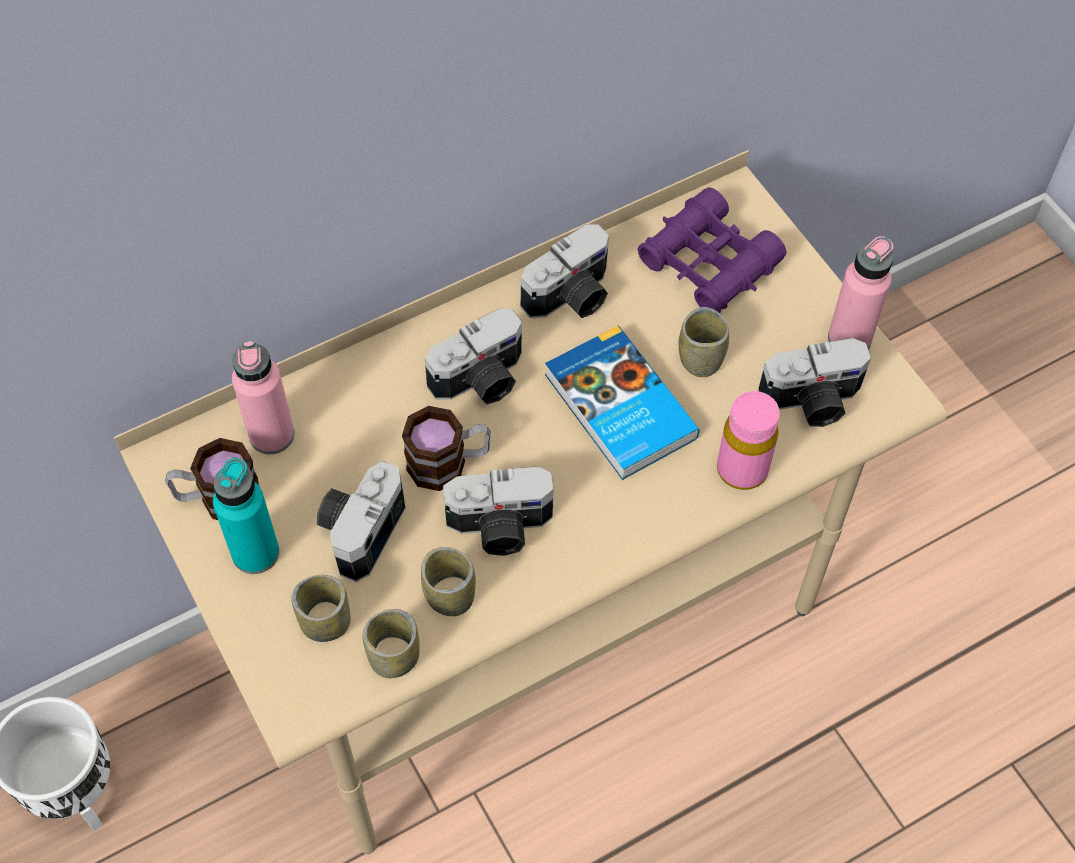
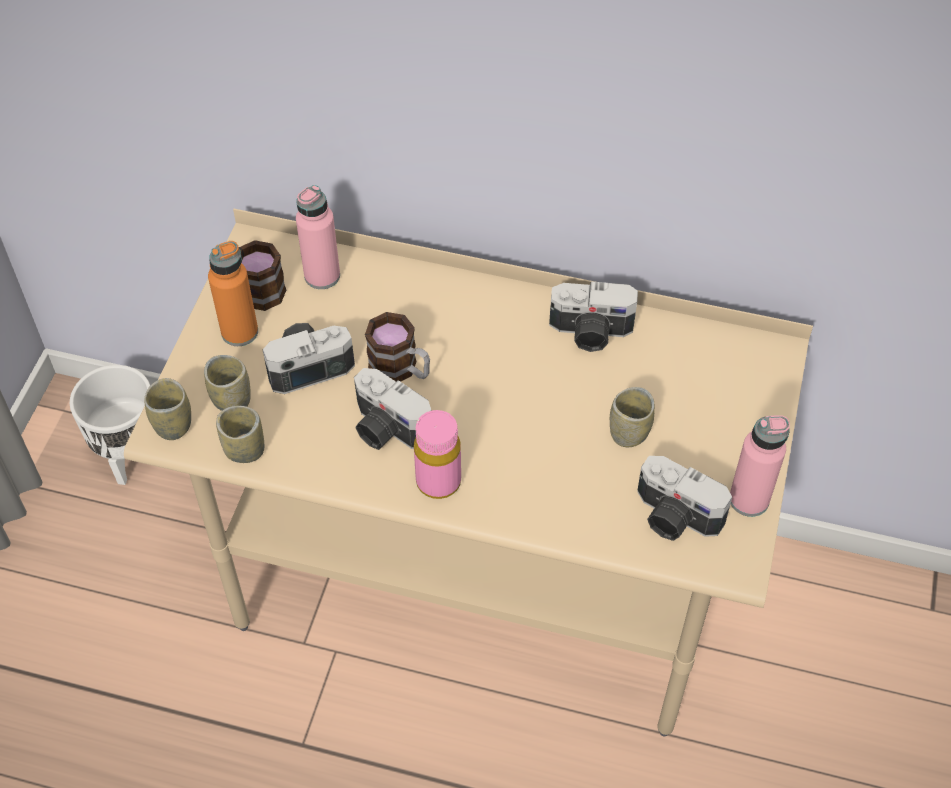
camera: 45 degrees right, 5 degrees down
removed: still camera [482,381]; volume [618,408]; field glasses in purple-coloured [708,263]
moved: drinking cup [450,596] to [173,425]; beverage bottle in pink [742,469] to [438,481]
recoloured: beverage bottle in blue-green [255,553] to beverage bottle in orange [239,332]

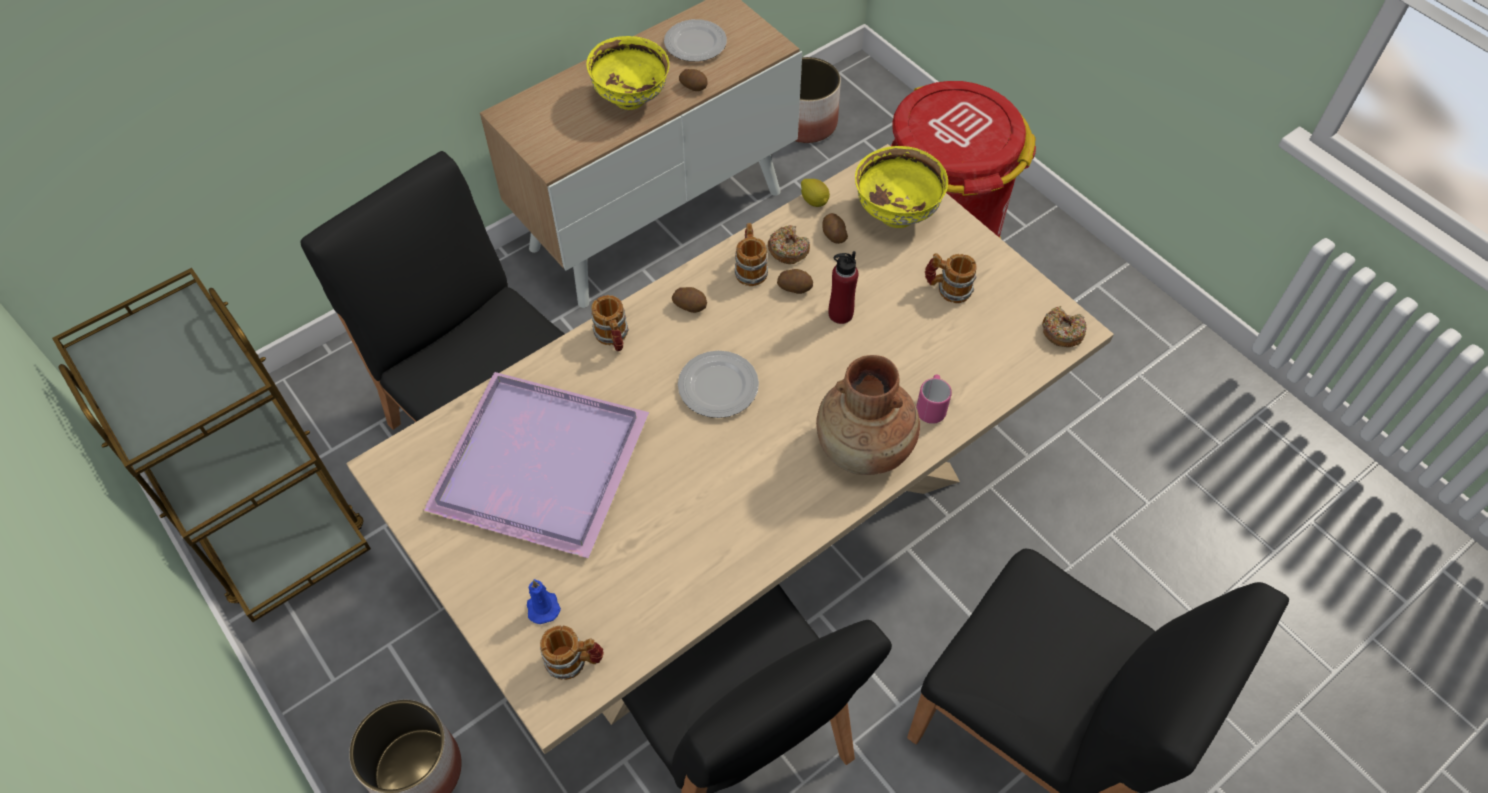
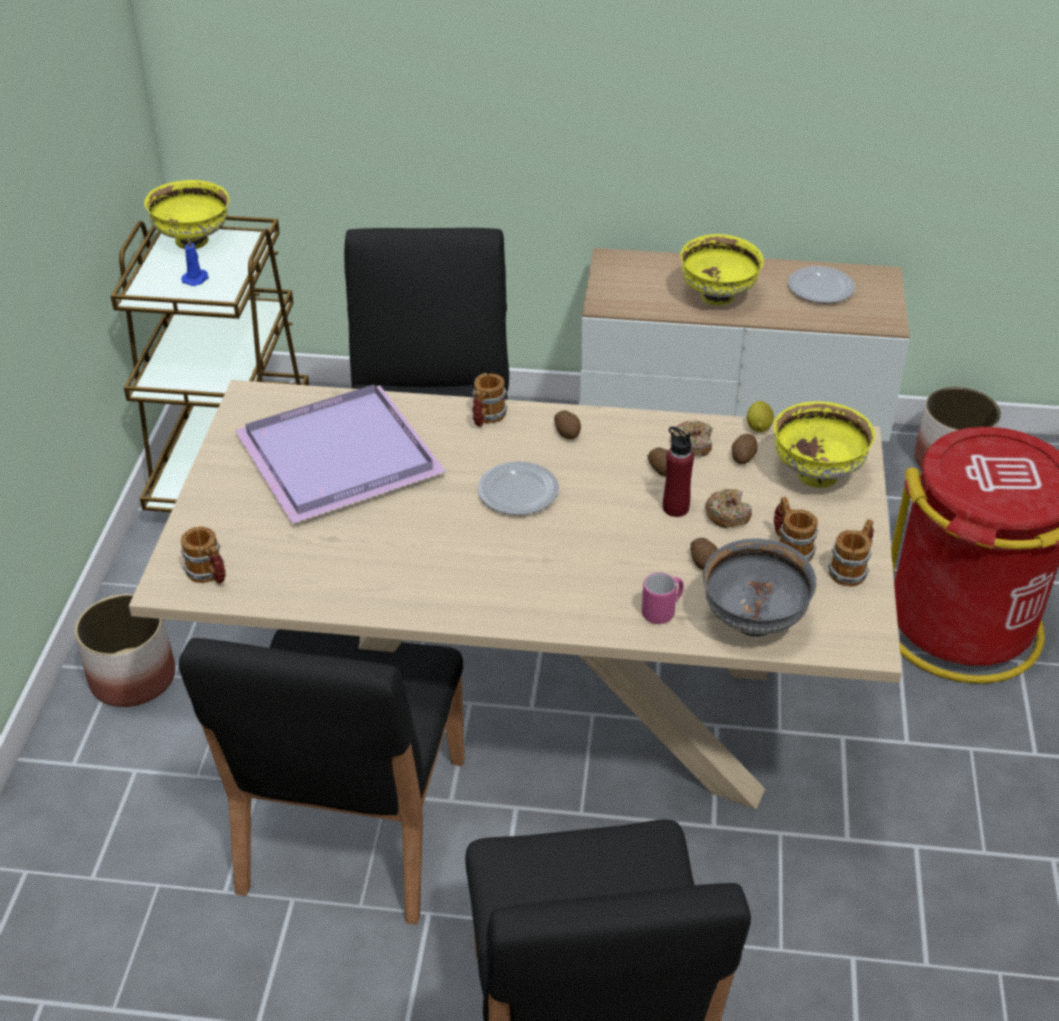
camera: 45 degrees right, 15 degrees down
removed: flower vase in brownish [864,448]
added: deep dish in yellowish [194,241]; deep dish in grey [754,623]
moved: candle in blue [543,606] to [196,279]; spud [694,86] to [704,562]; ring doughnut [1062,332] to [727,514]; coffee mug [750,268] to [851,569]

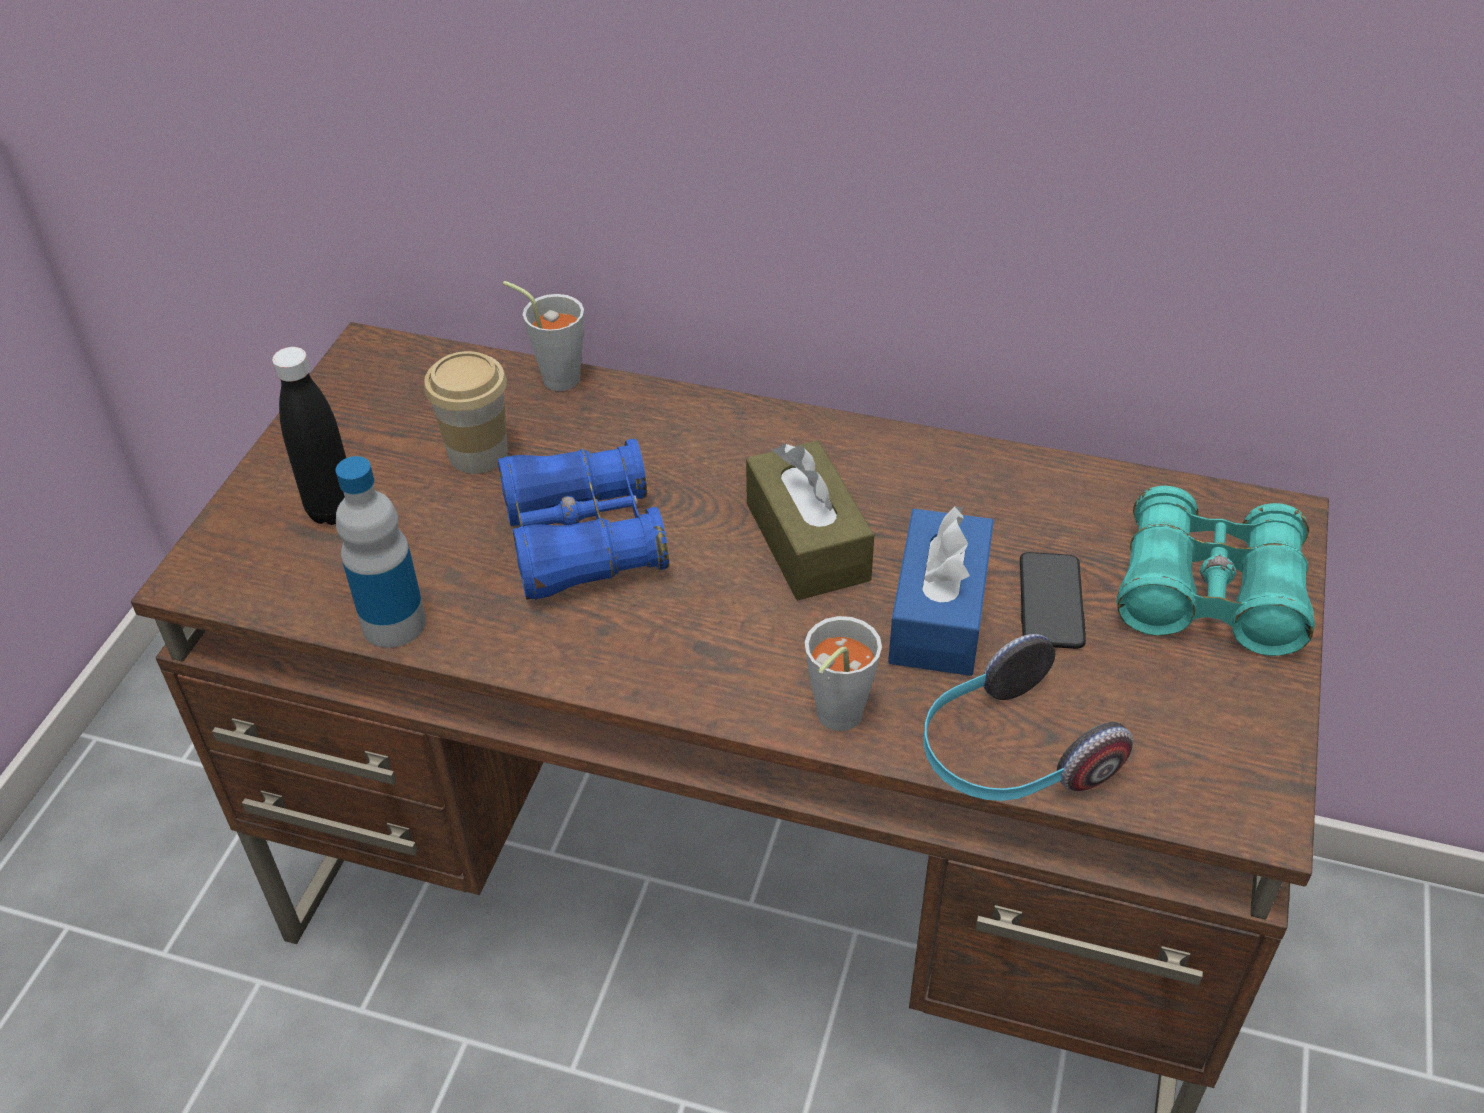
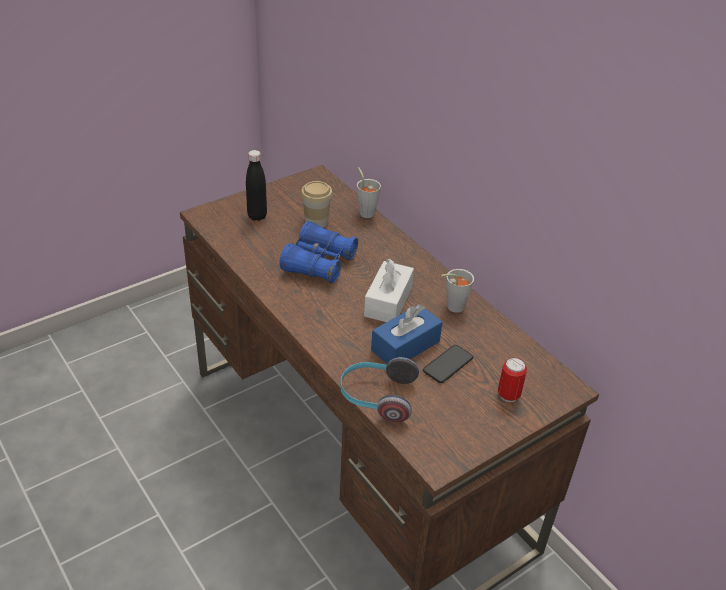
camera: 35 degrees right, 5 degrees down
removed: beverage bottle [394,623]
moved: drinking cup in grey [833,720] to [451,307]
replaced: field glasses in blue-green [1209,594] to can [508,395]
recoloured: box of tissues in brownish [807,541] to box of tissues in white [388,302]

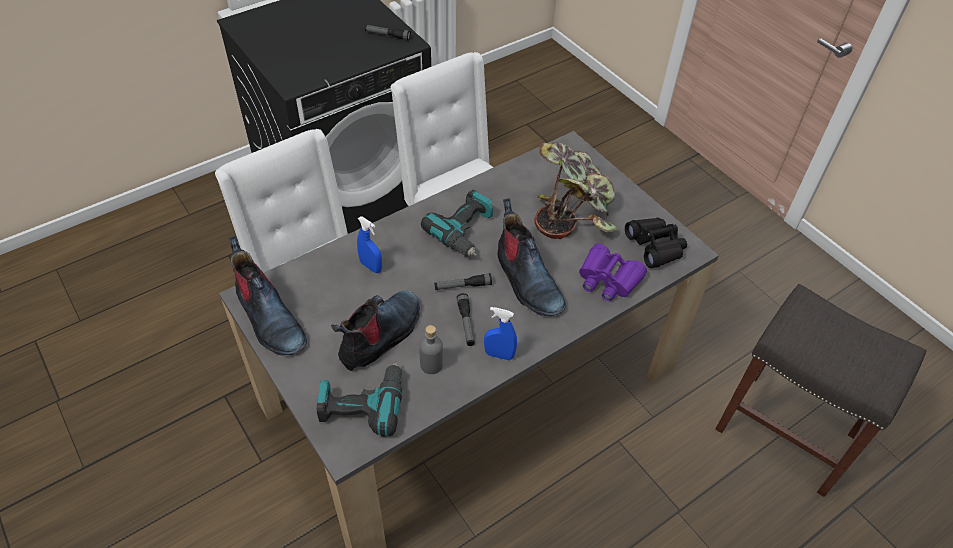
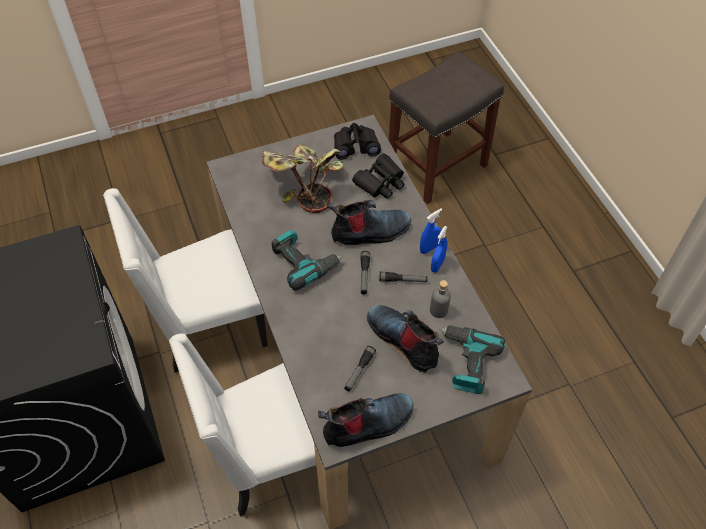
camera: 75 degrees left, 5 degrees up
moved: flashlight [387,35] to [359,371]; hand sprayer in blue [371,266] to [429,248]
recoloured: field glasses in purple-coloured [608,279] to field glasses in black [380,182]

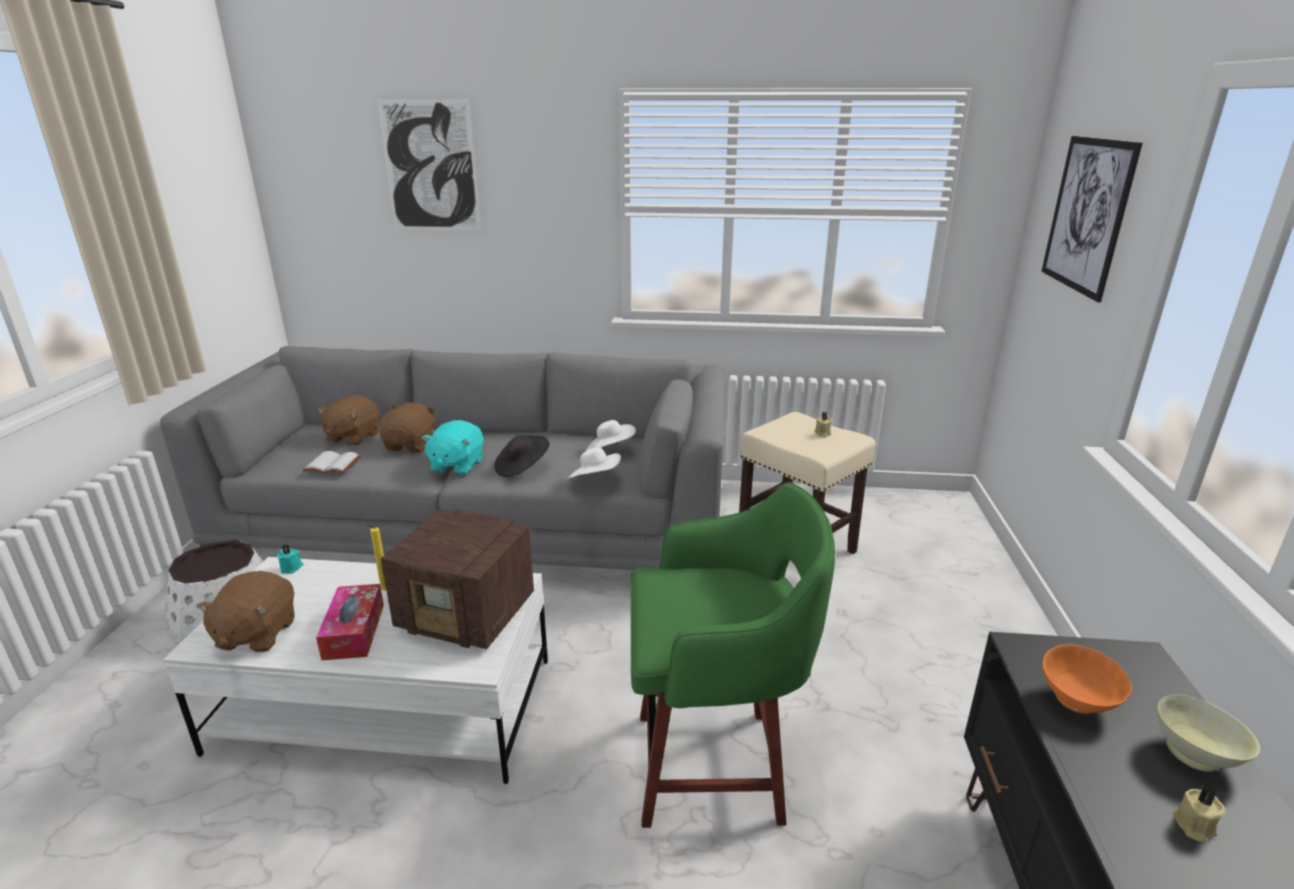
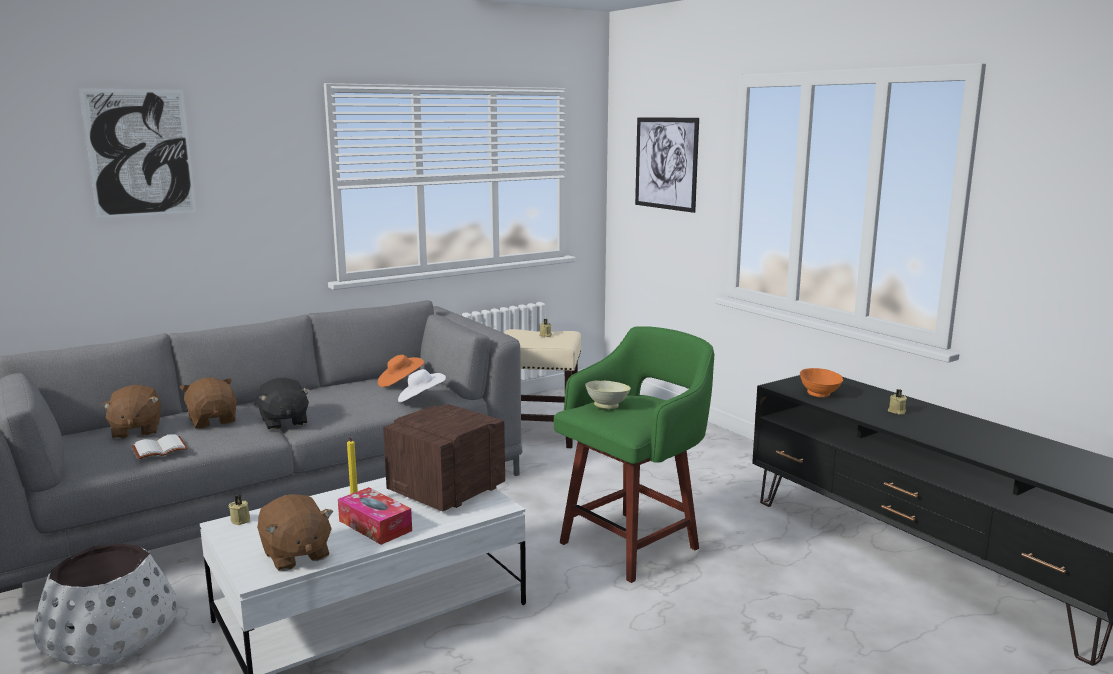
camera: 40 degrees left, 10 degrees down
removed: hat in black [522,468]
moved: deep dish in beige-coloured [1196,756] to [608,406]
recoloured: candle in blue-green [292,568] to candle in beige-coloured [241,520]; plush toy in blue-green [456,466] to plush toy in black [284,422]; hat in white [610,451] to hat in orange [400,383]
turned: radio set [468,615] = [444,491] 150 degrees clockwise

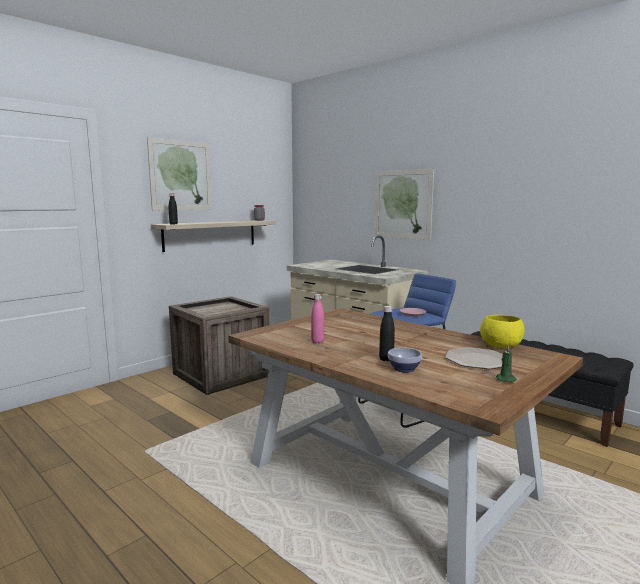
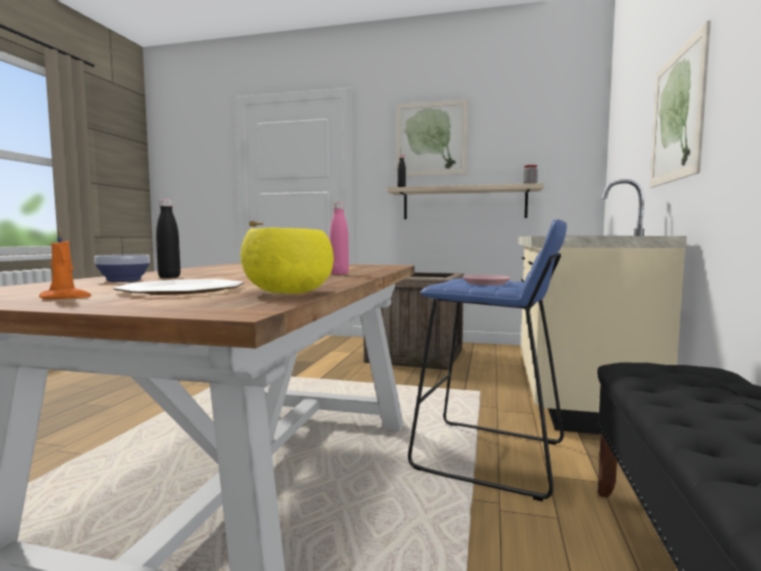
camera: 60 degrees right, 5 degrees down
moved: beverage bottle in pink [317,342] to [339,274]
recoloured: candle in greenish [505,379] to candle in orange [66,297]

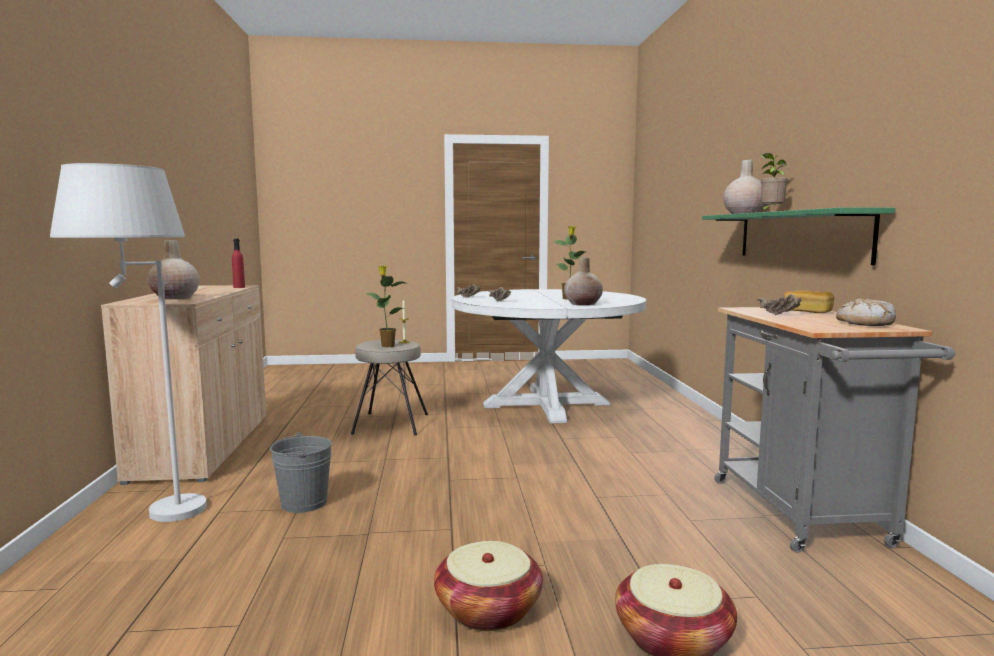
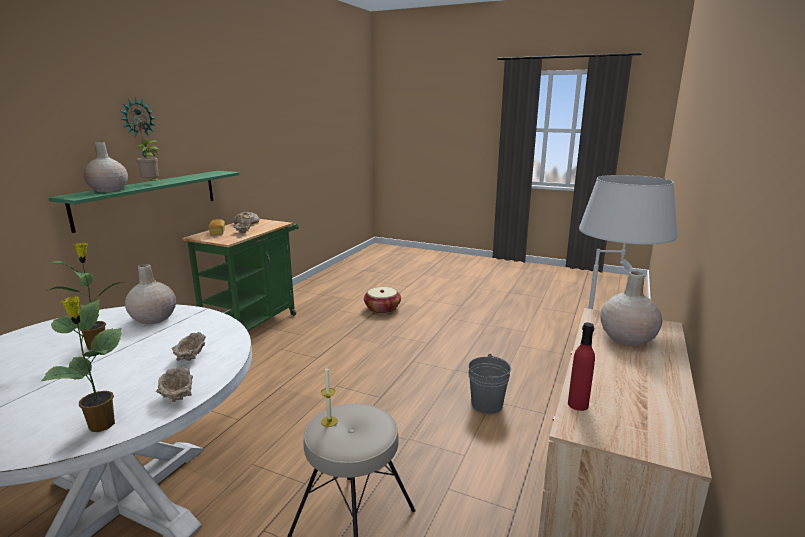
camera: 150 degrees left, 10 degrees up
removed: basket [488,610]
added: hanging clock [139,134]
moved: plant in a pot [387,346] to [102,426]
recoloured: cart in grey [805,517] to cart in greenish [255,323]

